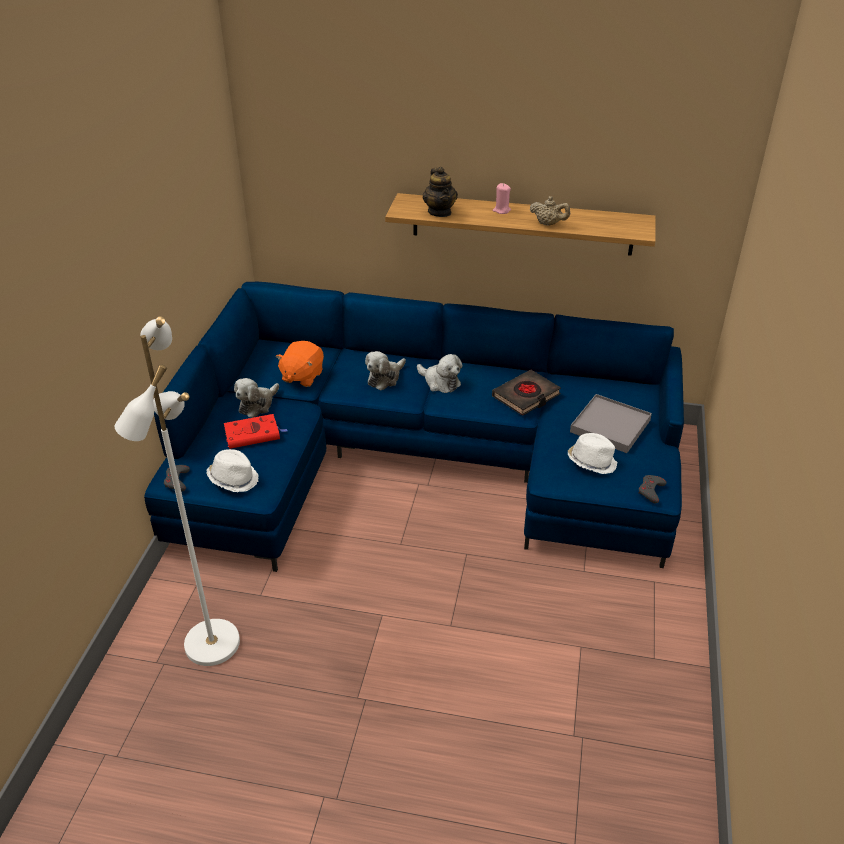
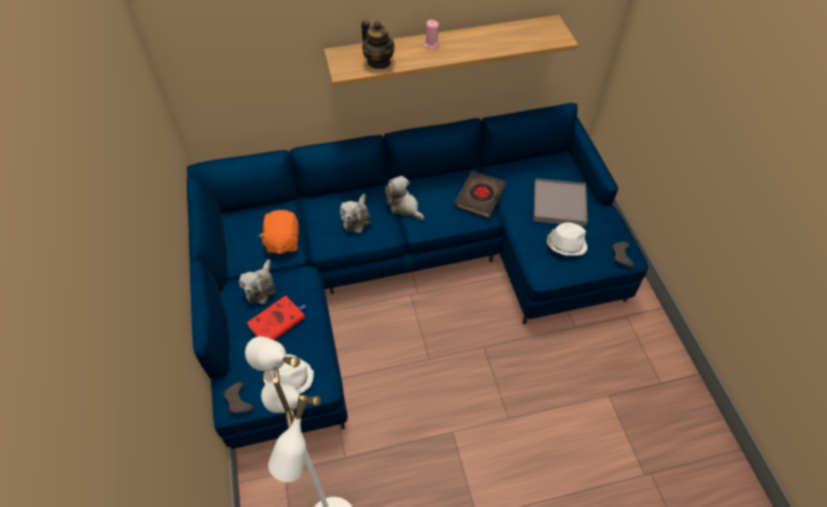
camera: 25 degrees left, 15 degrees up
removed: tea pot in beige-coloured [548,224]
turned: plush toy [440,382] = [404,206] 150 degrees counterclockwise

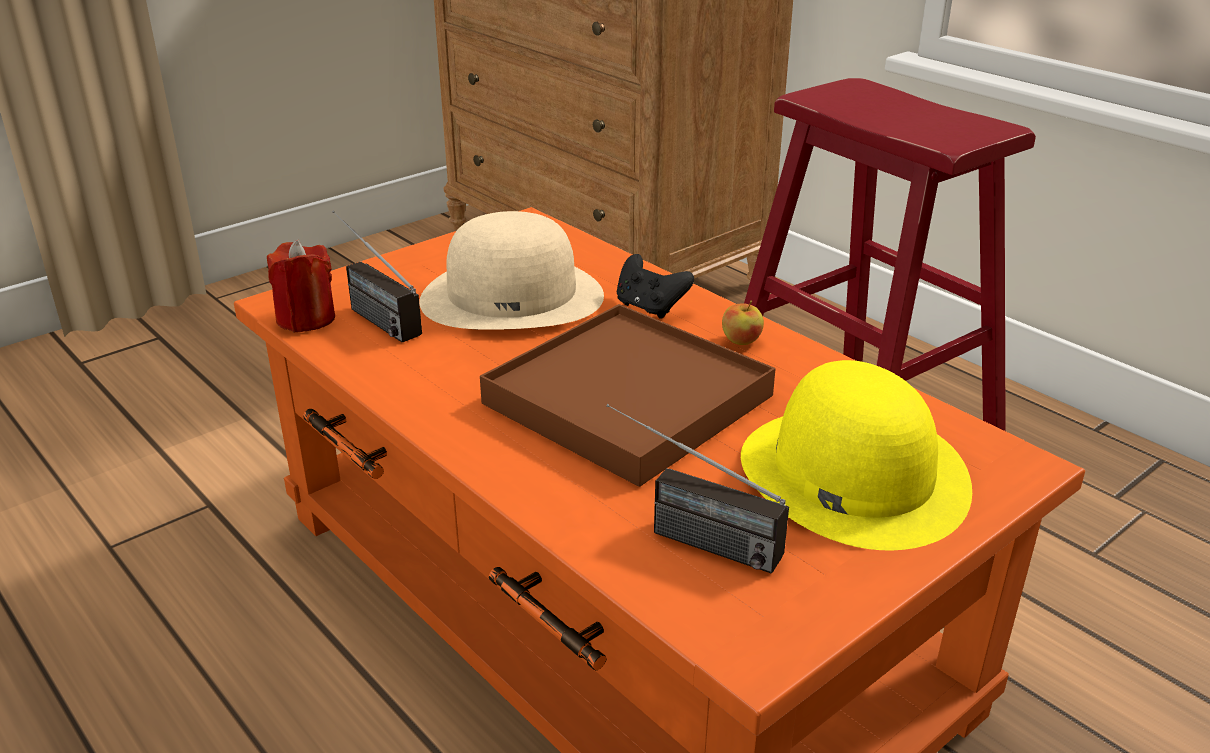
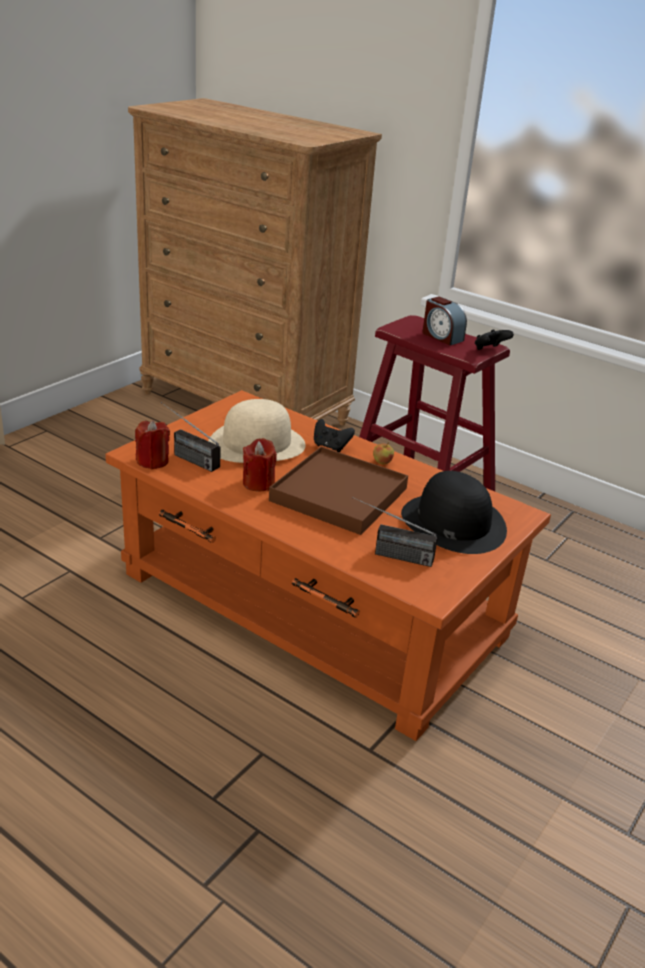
camera: 15 degrees left, 0 degrees up
added: candle in red-coloured [258,483]; table clock [441,336]; joypad in black [490,350]
recoloured: hat in yellowish [851,474] to hat in black [452,522]

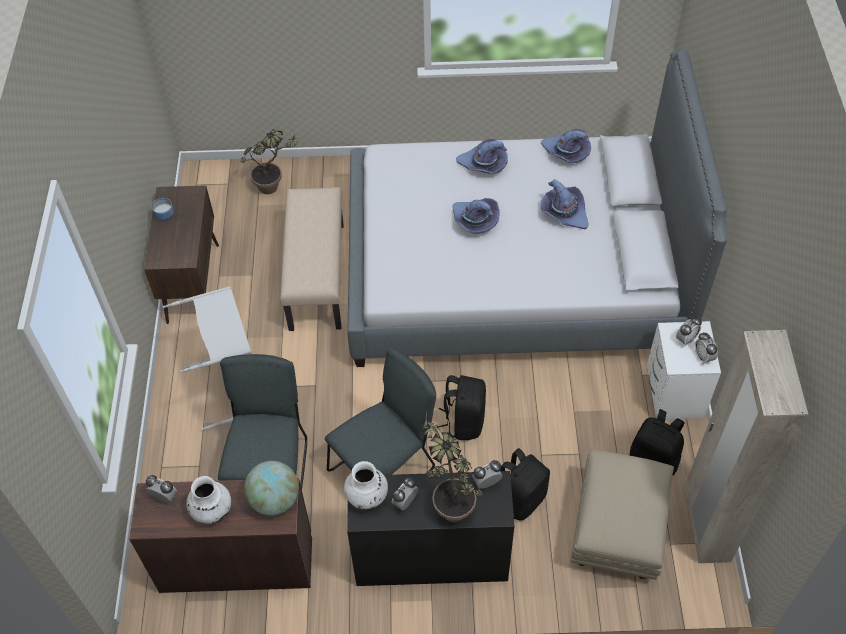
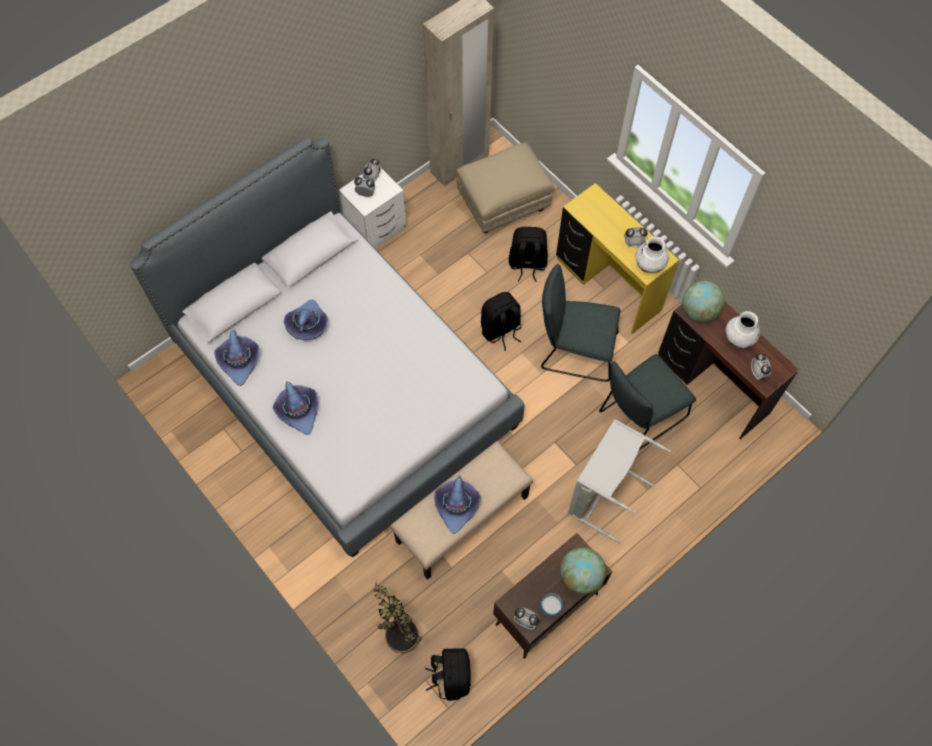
camera: 130 degrees left, 10 degrees up
removed: plant in a pot [449,502]
added: globe [580,576]
moved: backpack in black [653,460] to [451,677]; hat in purple-coloured [474,220] to [457,505]; table clock [486,483] to [525,621]
recoloured: desk in black [430,556] to desk in yellowish [607,285]

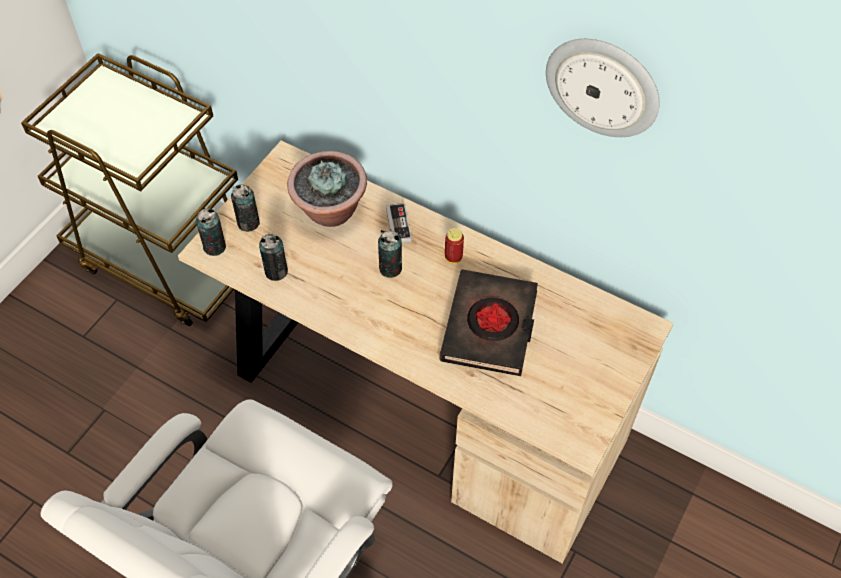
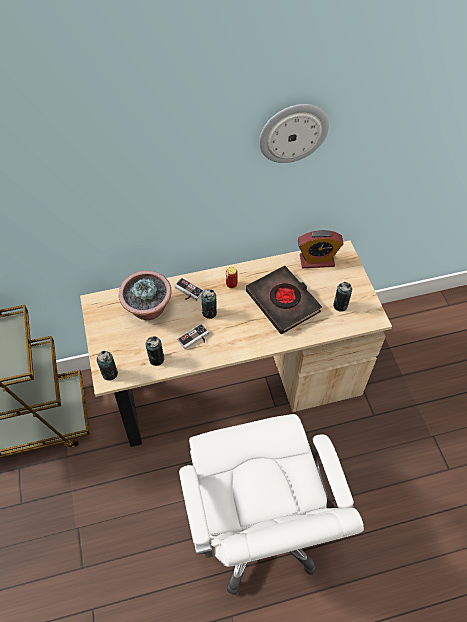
camera: 45 degrees left, 0 degrees up
added: joypad [195,339]; table clock [317,261]
moved: can [248,223] to [340,305]

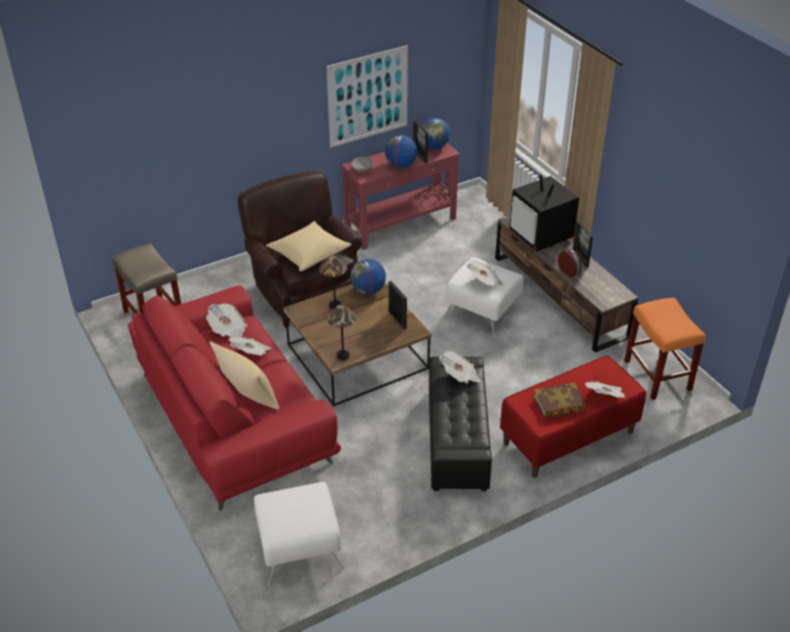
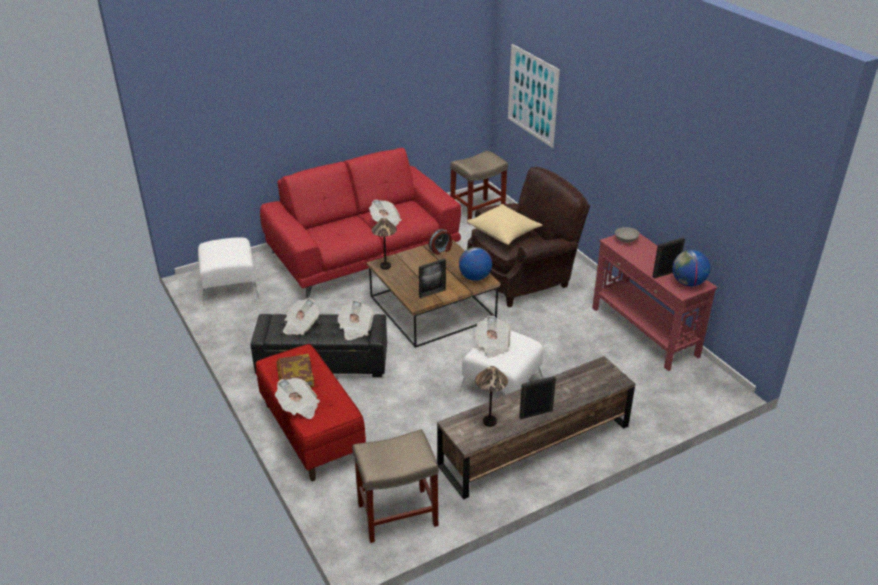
camera: 90 degrees right, 5 degrees down
removed: cushion in beige-coloured [247,396]; globe [400,165]; TV [541,236]
moved: printed paper [228,330] to [300,326]; table clock [569,271] to [440,250]; table lamp [334,305] to [489,421]; wall picture [368,96] to [532,95]
recoloured: sitting stool in orange [658,376] to sitting stool in beige-coloured [396,515]

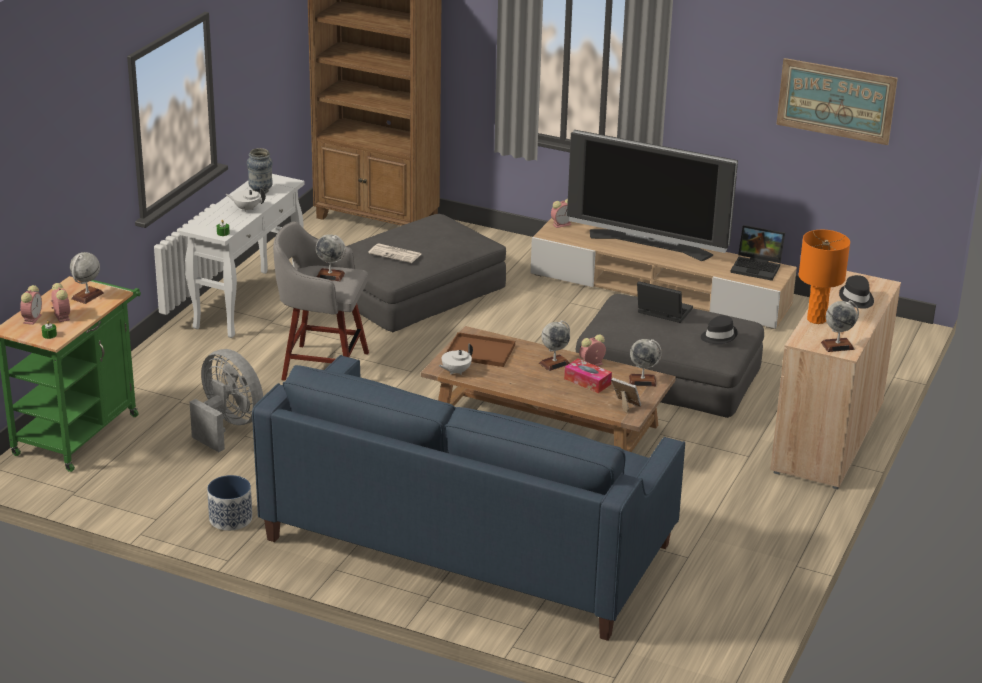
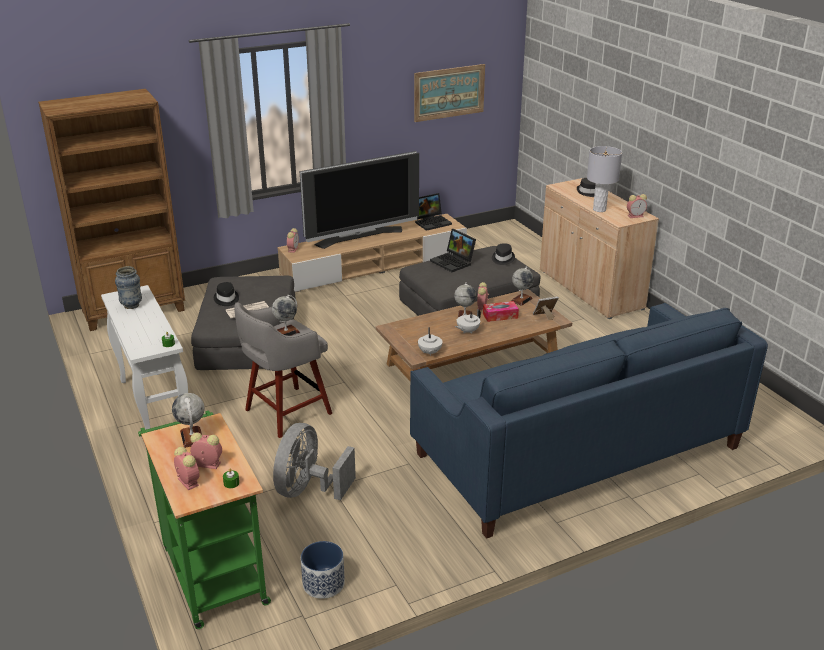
camera: 50 degrees left, 0 degrees up
removed: serving tray in brownish [481,351]
added: hat in black [226,299]
moved: planter [230,519] to [323,584]; tea pot in white [246,209] to [467,331]
replaced: globe [837,346] to table clock [636,216]
recoloured: table lamp in orange [816,319] to table lamp in grey [599,209]
turned: fan in grey [227,426] = [308,489] 60 degrees counterclockwise; portable computer [662,312] = [454,262] 105 degrees counterclockwise

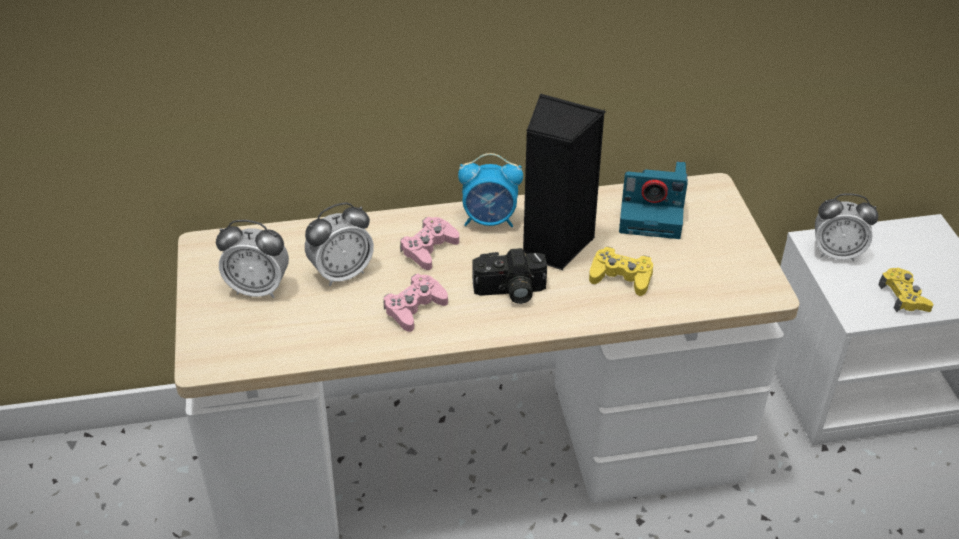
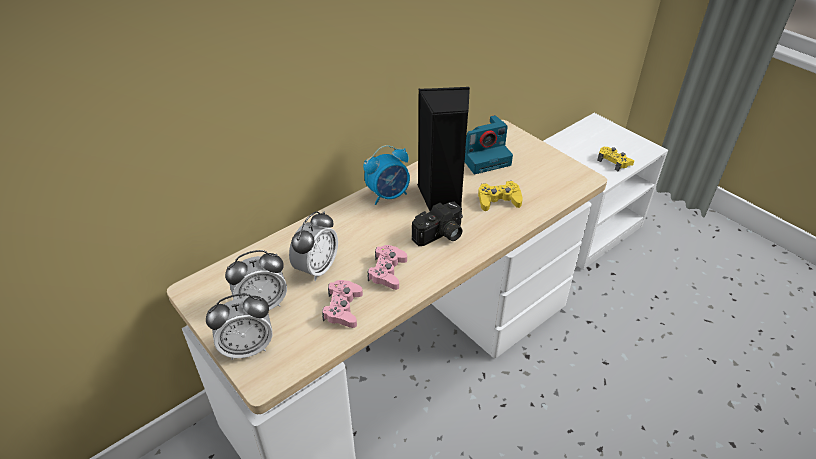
camera: 30 degrees left, 0 degrees up
moved: table clock [836,253] to [247,348]; joypad in pink [429,249] to [343,308]

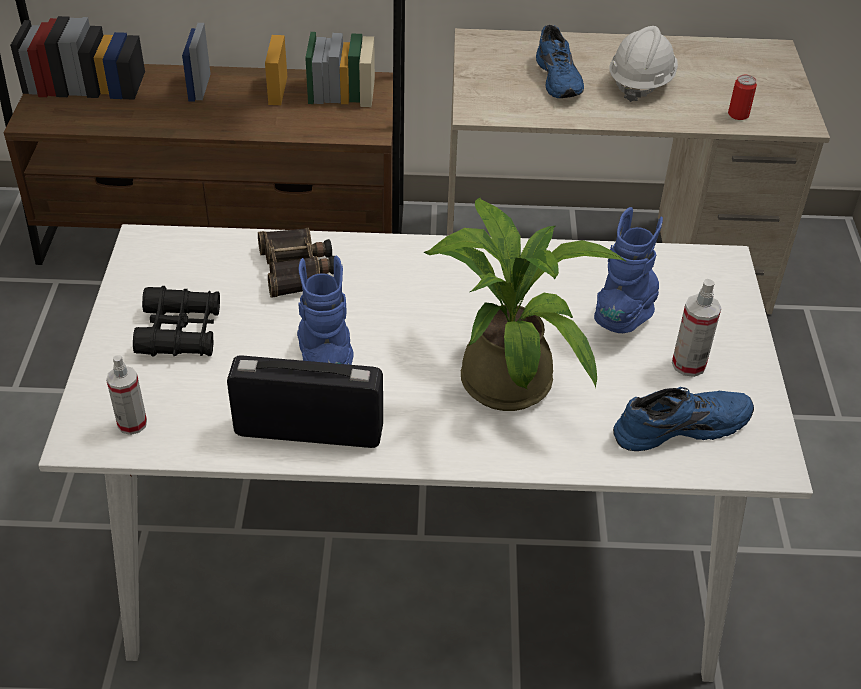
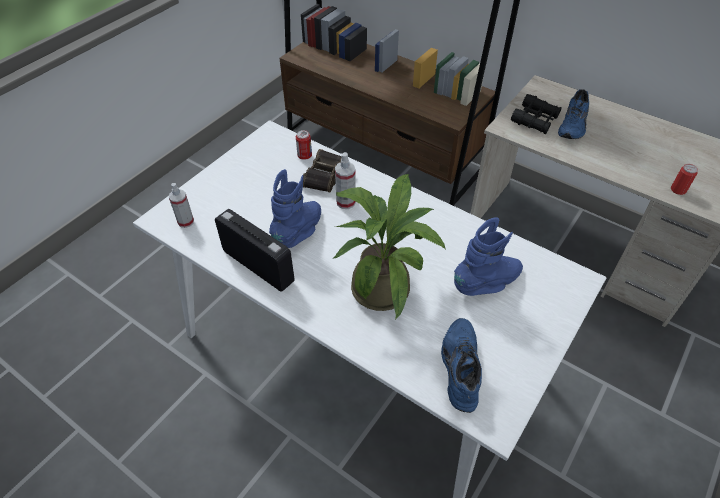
camera: 35 degrees right, 5 degrees up
removed: work helmet in white [640,83]
added: can [304,156]
moved: hand sprayer [688,364] to [346,202]; field glasses in black [180,332] to [535,119]
turned: shoe in blue [679,425] = [459,367] 105 degrees counterclockwise

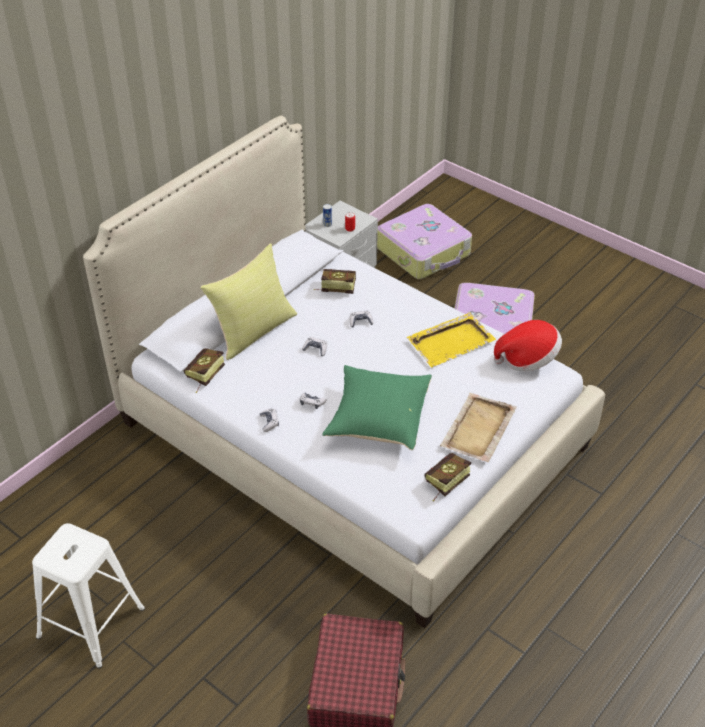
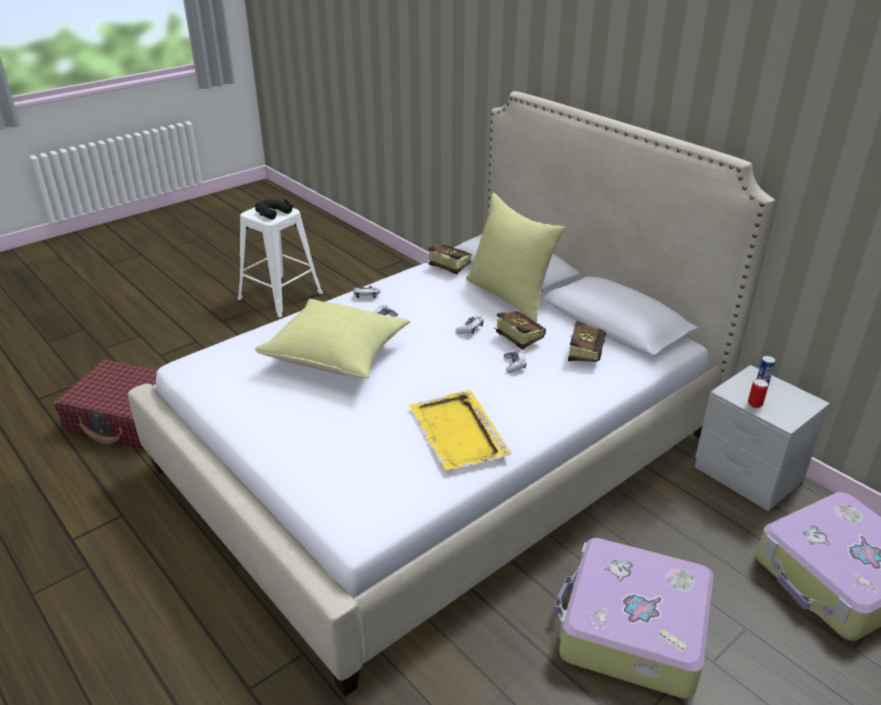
camera: 100 degrees right, 10 degrees down
removed: serving tray in beige-coloured [478,429]; hat [527,359]
added: field glasses in black [271,212]
moved: volume [444,484] to [516,337]
recoloured: cushion in greenish [378,419] to cushion in yellowish [338,357]

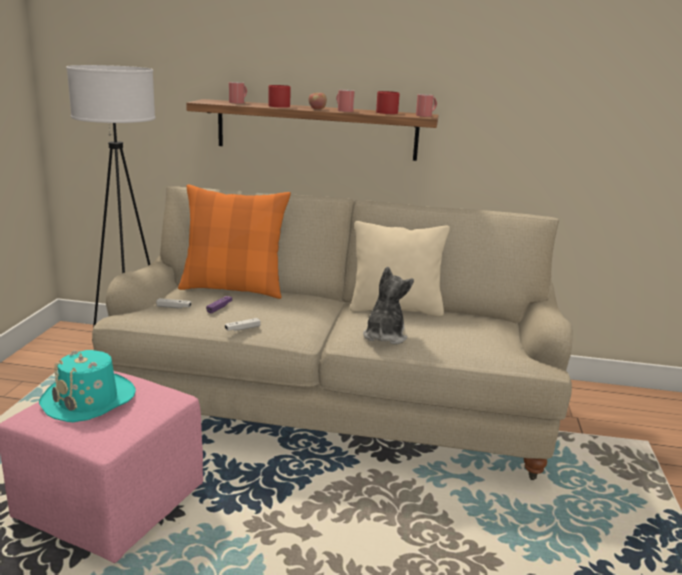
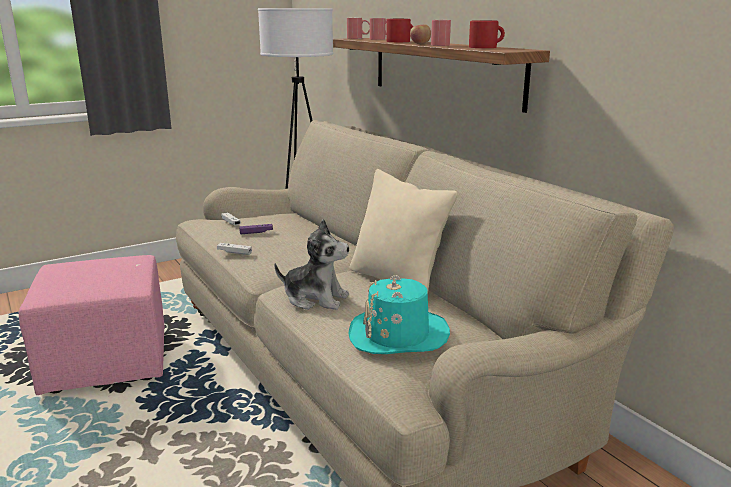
camera: 50 degrees right, 0 degrees up
removed: cushion in orange [233,288]
moved: coffee mug in red-coloured [426,115] to [358,38]; hat in blue-green [89,400] to [398,335]
turned: plush toy [384,336] = [315,298] 45 degrees clockwise

